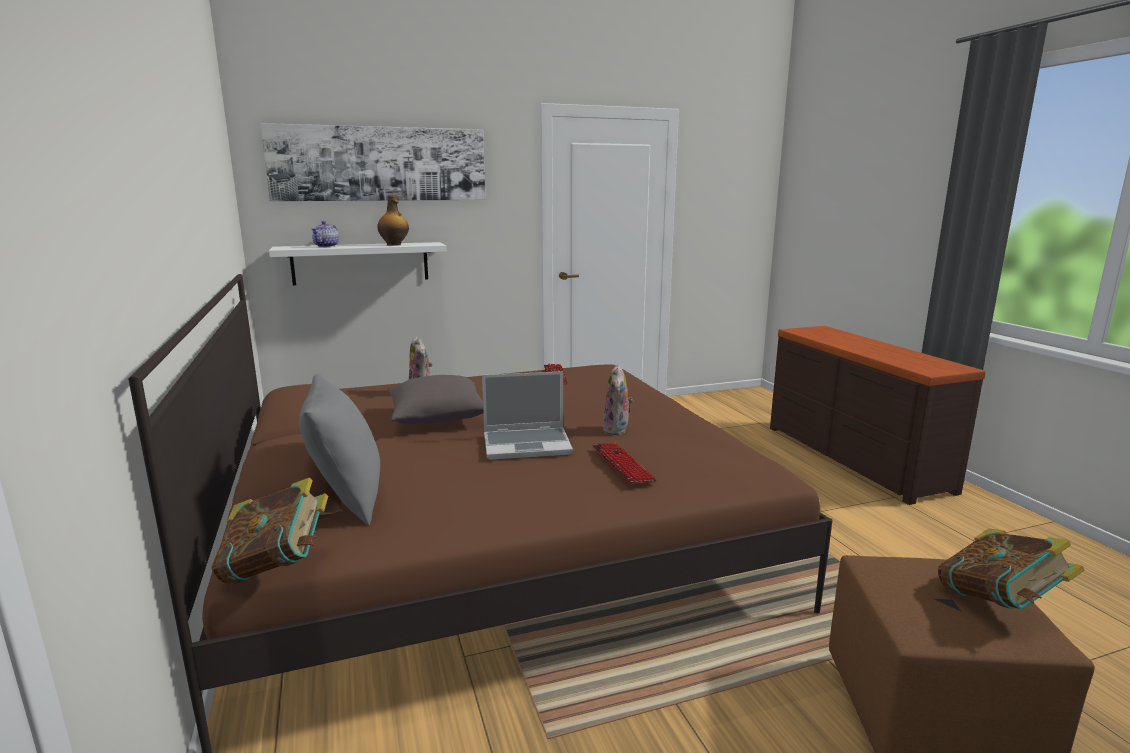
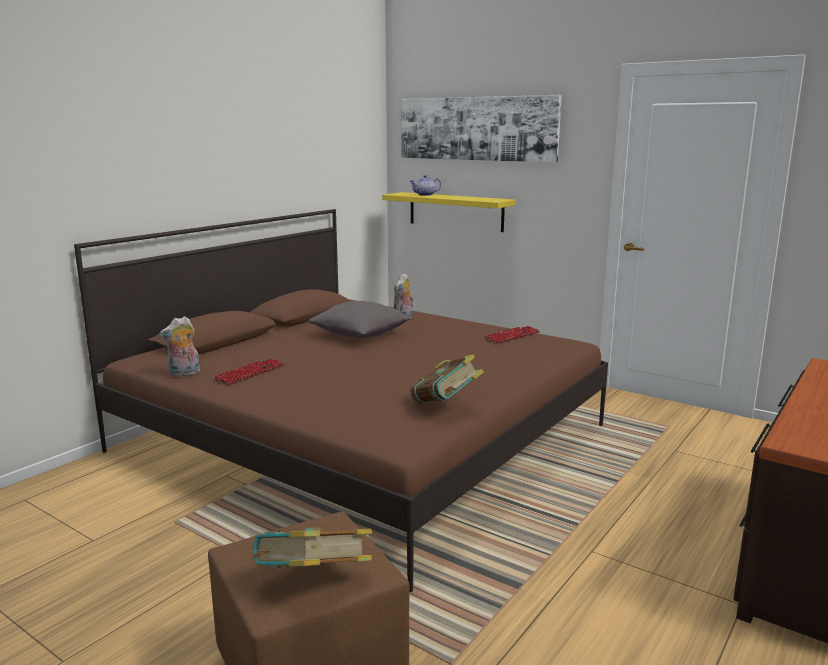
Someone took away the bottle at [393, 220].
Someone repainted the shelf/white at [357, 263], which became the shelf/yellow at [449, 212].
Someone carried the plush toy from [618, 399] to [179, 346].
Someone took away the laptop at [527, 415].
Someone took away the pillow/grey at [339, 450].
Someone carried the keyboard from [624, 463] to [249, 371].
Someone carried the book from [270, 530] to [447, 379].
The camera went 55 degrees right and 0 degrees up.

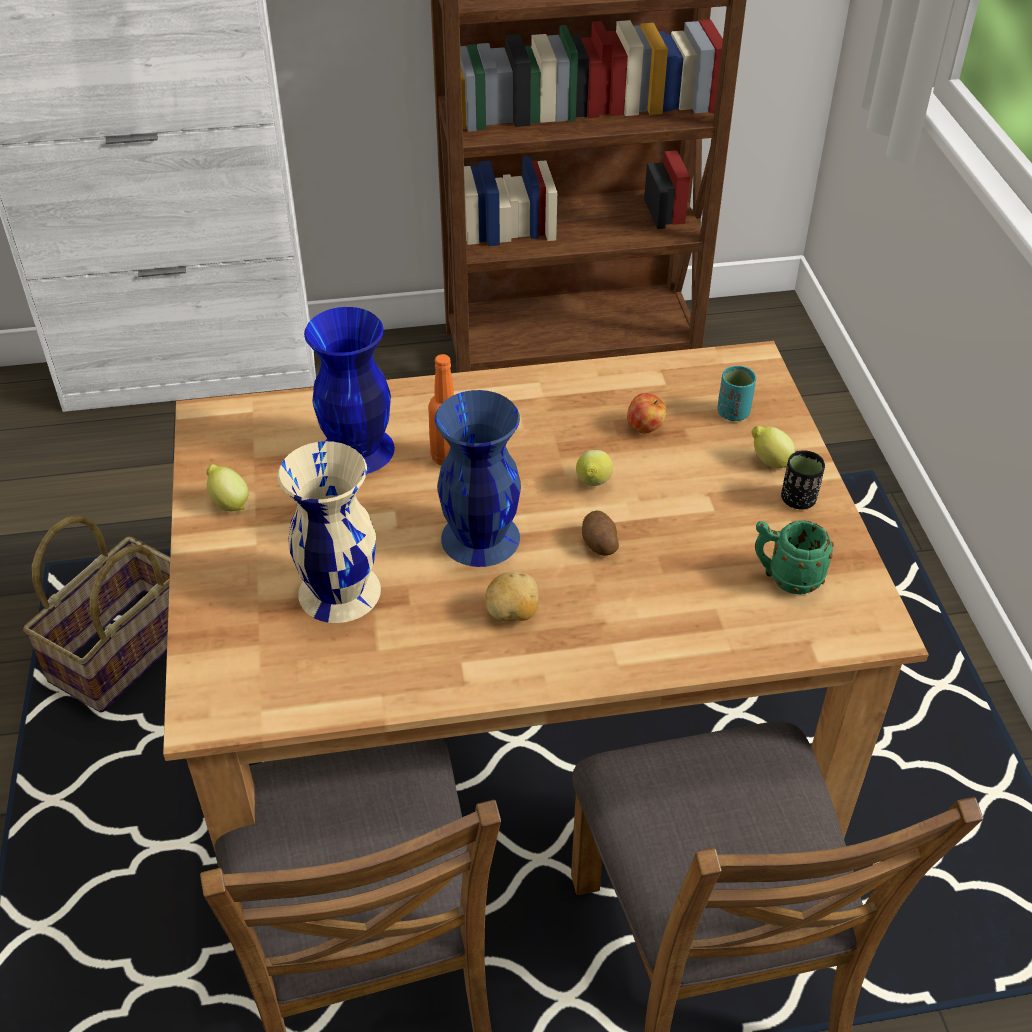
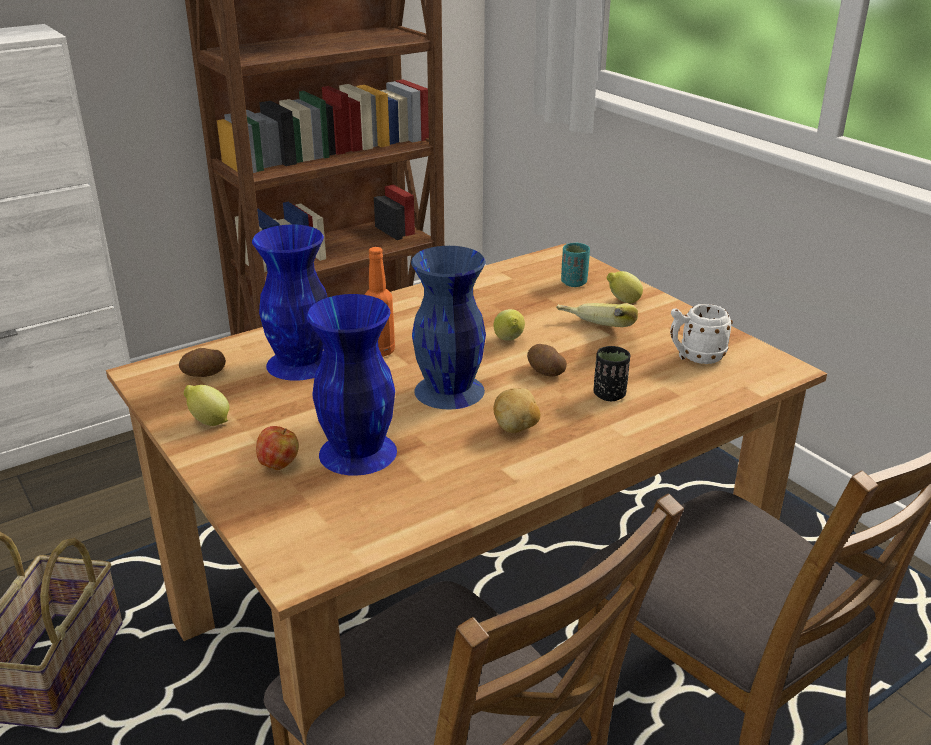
Someone carried the apple from [647, 413] to [277, 448].
Someone repainted the vase/beige at [329, 532], which became the vase/blue at [352, 385].
Someone carried the cup/black from [803, 479] to [611, 373].
Someone repainted the mug/green at [794, 557], which became the mug/white at [701, 334].
Someone put down the banana at [597, 315].
Someone put down the potato at [202, 362].
The camera went 25 degrees left and 15 degrees down.

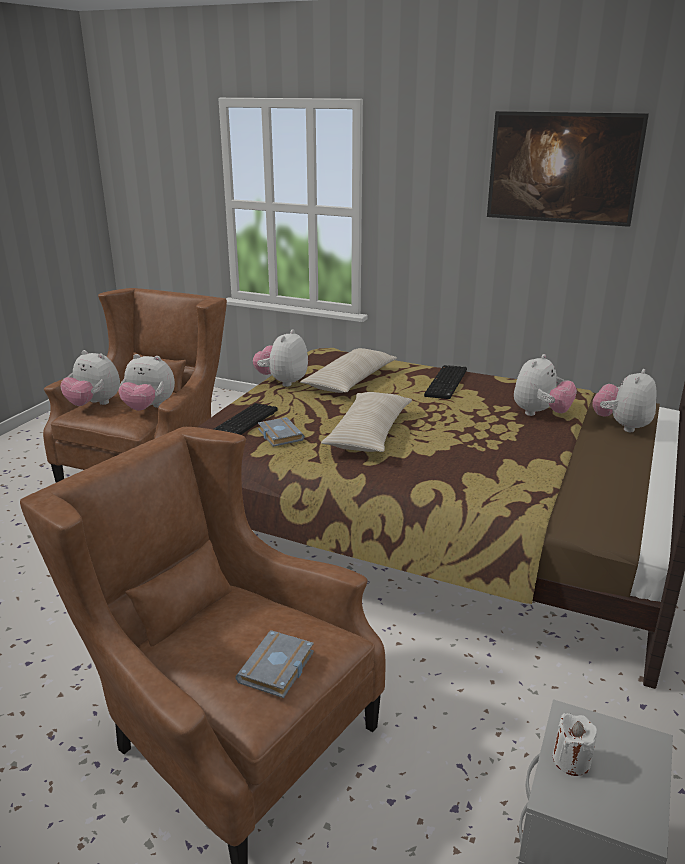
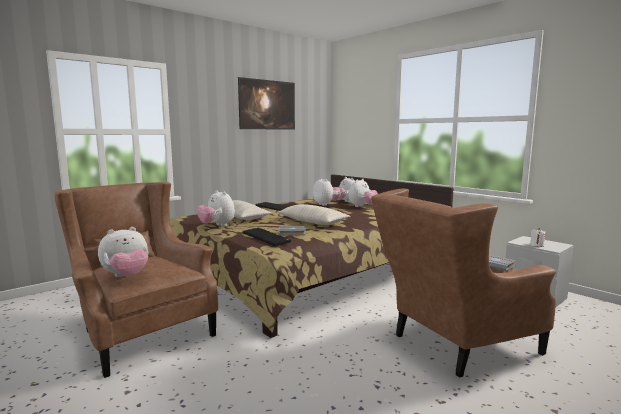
Someone carried the plush toy from [146, 382] to [363, 192].
The camera went 65 degrees left and 15 degrees down.

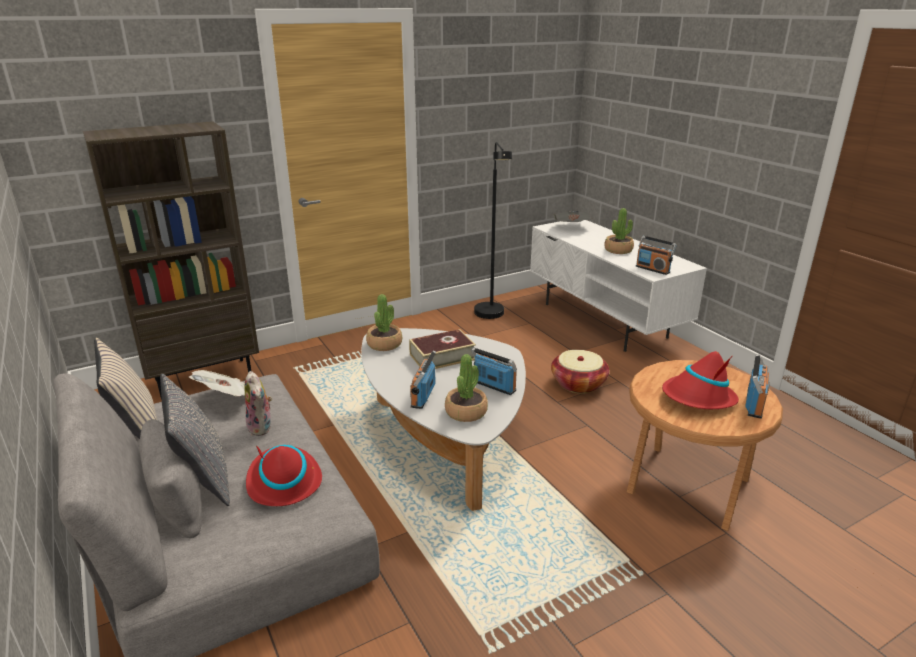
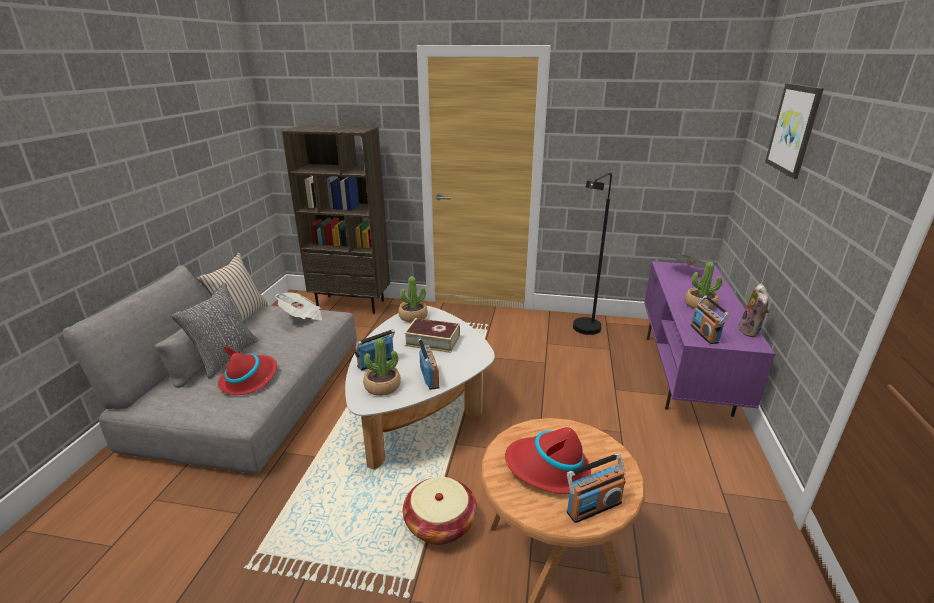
Someone repainted the tv stand/white at [618, 286], which became the tv stand/purple at [709, 339].
Someone carried the basket from [580, 371] to [440, 511].
Someone carried the plush toy from [258, 403] to [754, 310].
Someone put up the picture at [794, 131].
The camera went 40 degrees right and 0 degrees up.

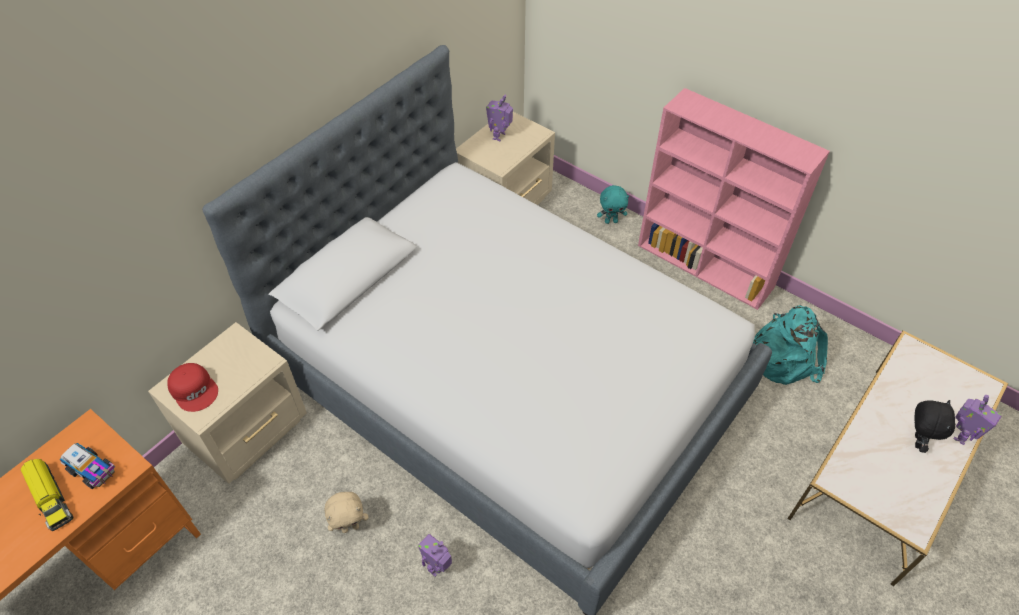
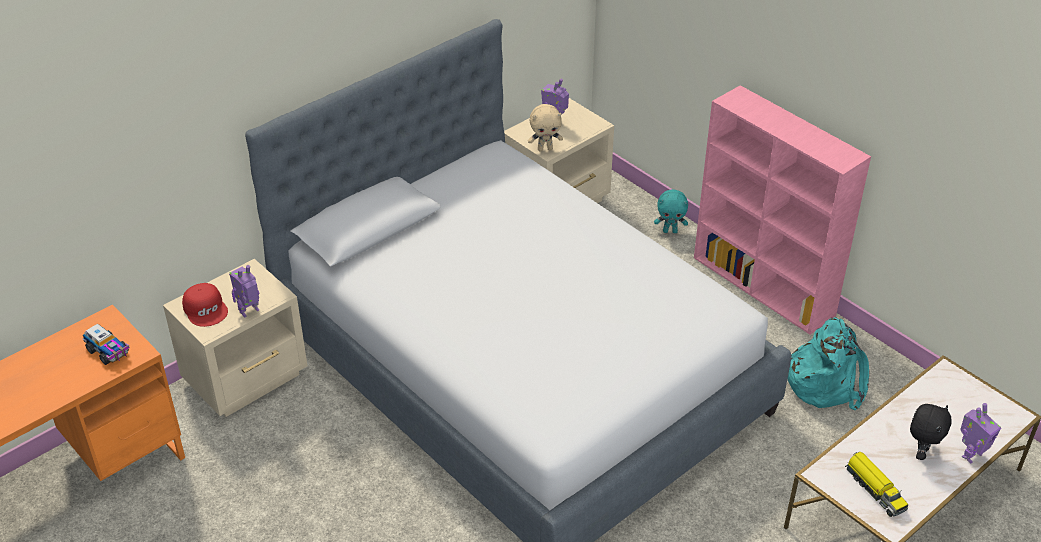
Someone carried the toy truck from [47, 495] to [876, 484].
Someone carried the plush toy/beige from [347, 512] to [545, 127].
Someone carried the toy robot from [435, 555] to [244, 291].
The camera went 10 degrees right and 10 degrees down.

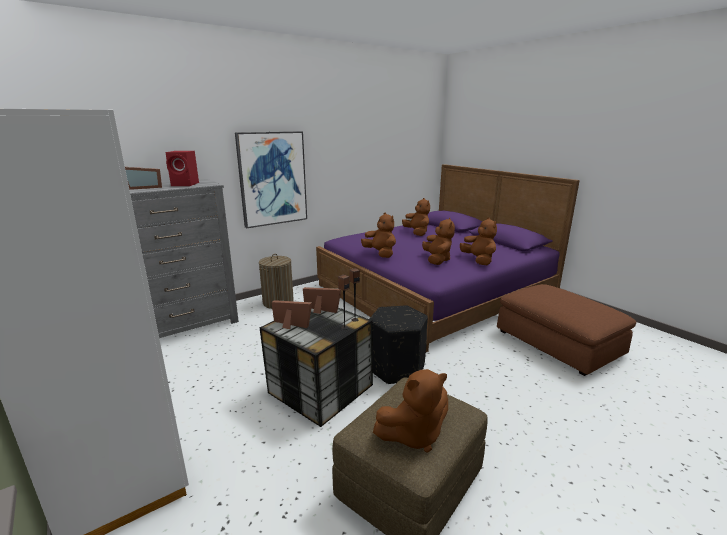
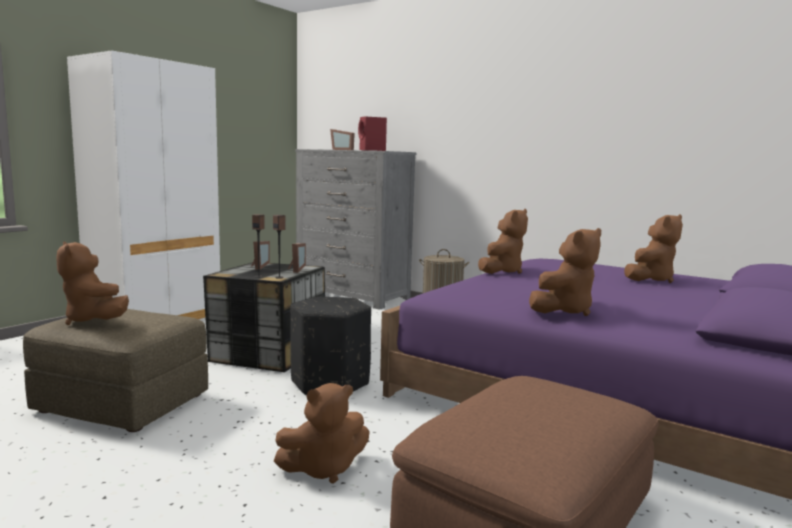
Someone took away the picture at [271, 179].
Someone carried the plush toy/brown from [438, 241] to [322, 433].
The camera went 70 degrees right and 10 degrees down.

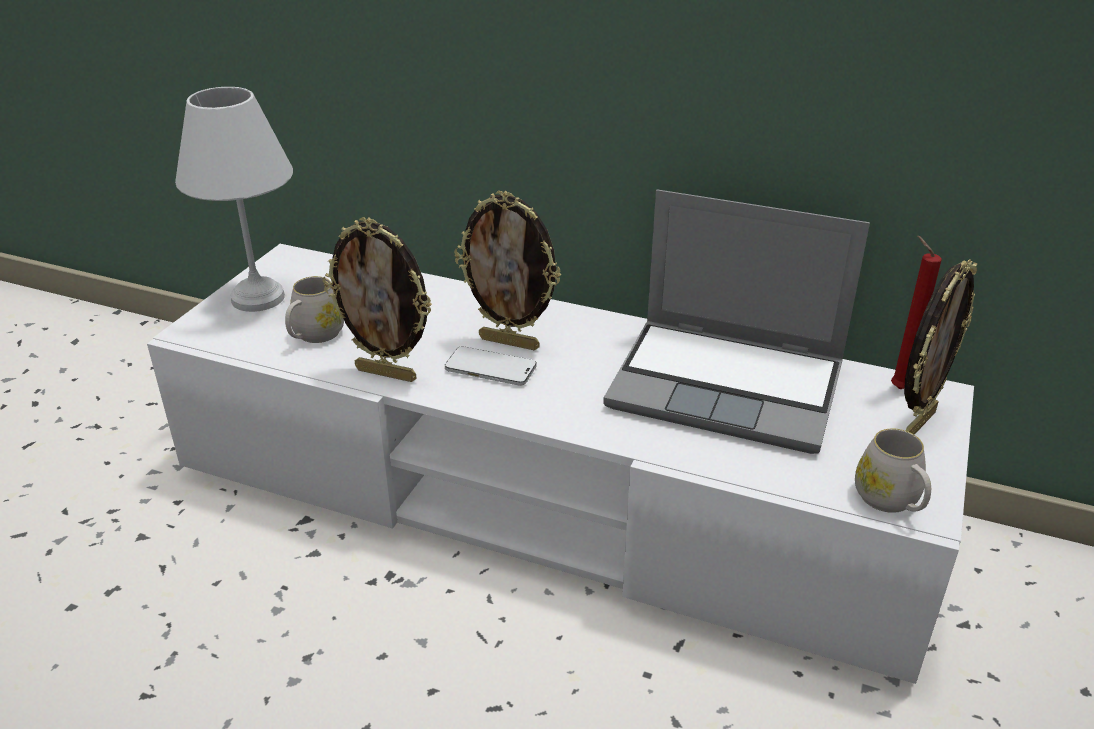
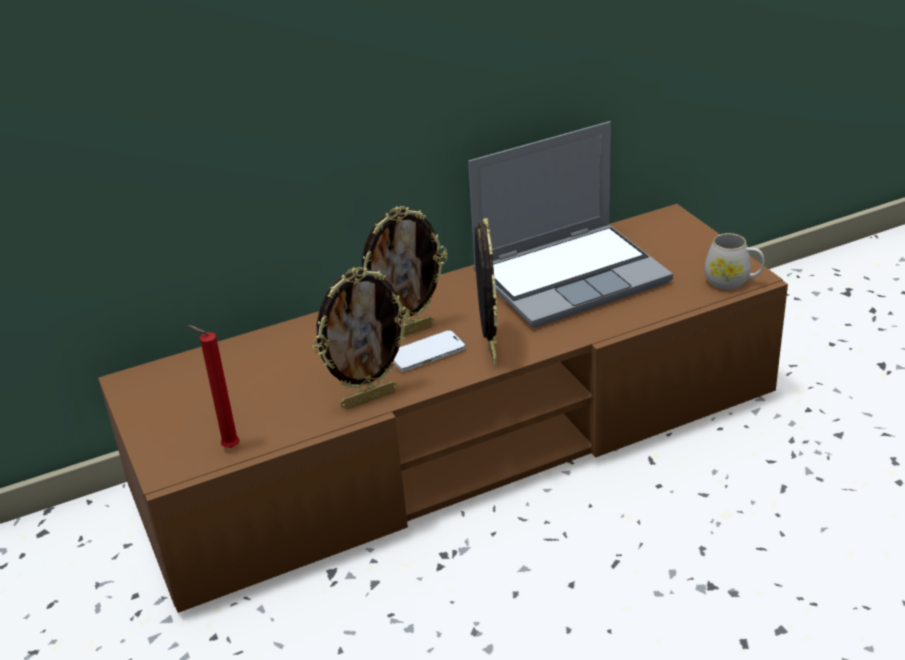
Someone took away the table lamp/white at [234, 199].
Someone carried the candle/red from [916, 312] to [214, 386].
Someone repainted the tv stand/white at [560, 464], which became the tv stand/brown at [443, 408].
Someone carried the picture frame from [940, 346] to [486, 291].
Someone took away the mug/white at [314, 309].
The camera went 45 degrees left and 0 degrees up.

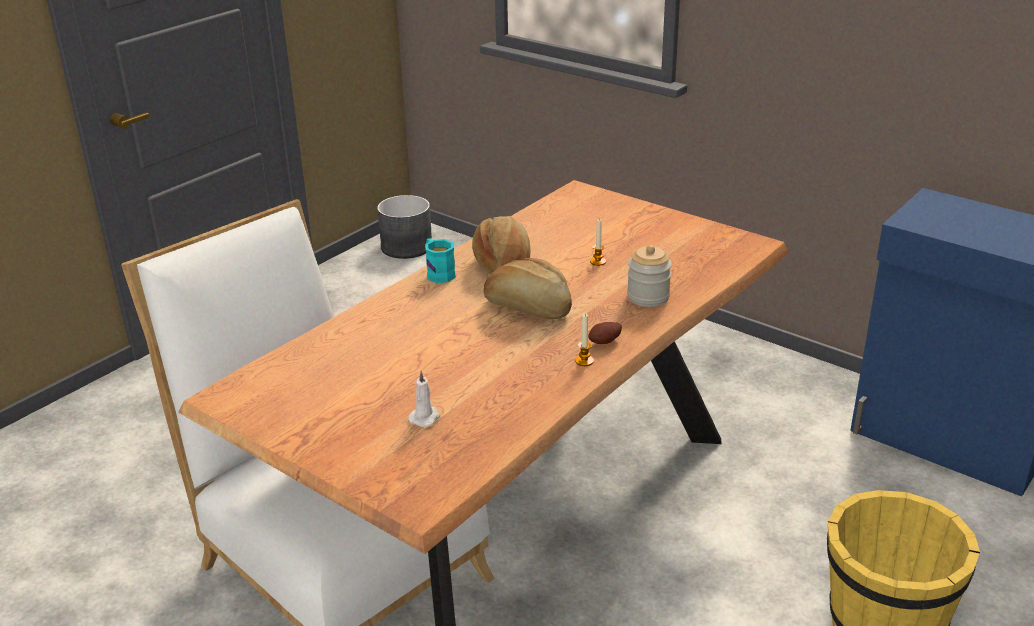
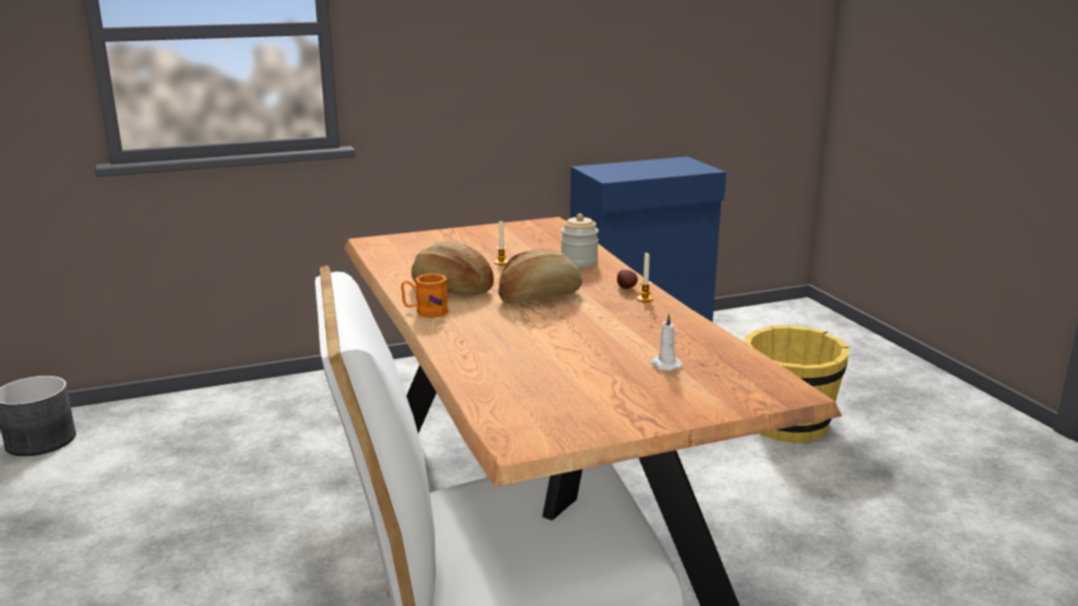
Someone repainted the mug/turquoise at [440, 260], which became the mug/orange at [425, 296].
The camera went 60 degrees left and 10 degrees down.

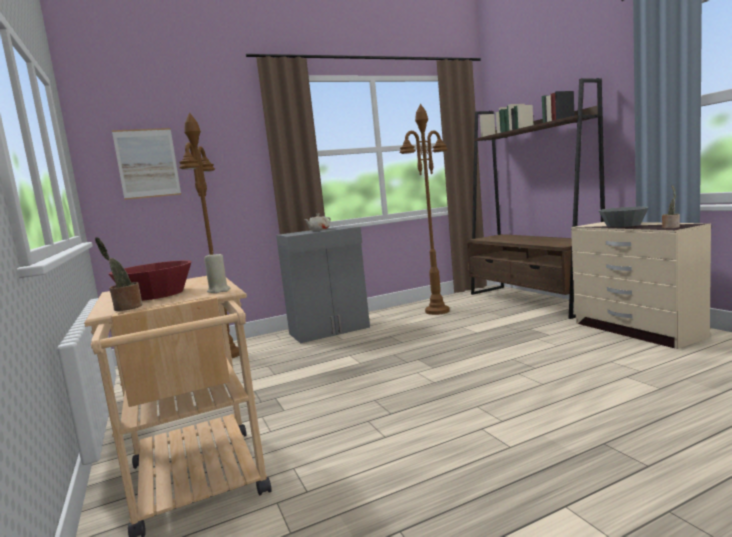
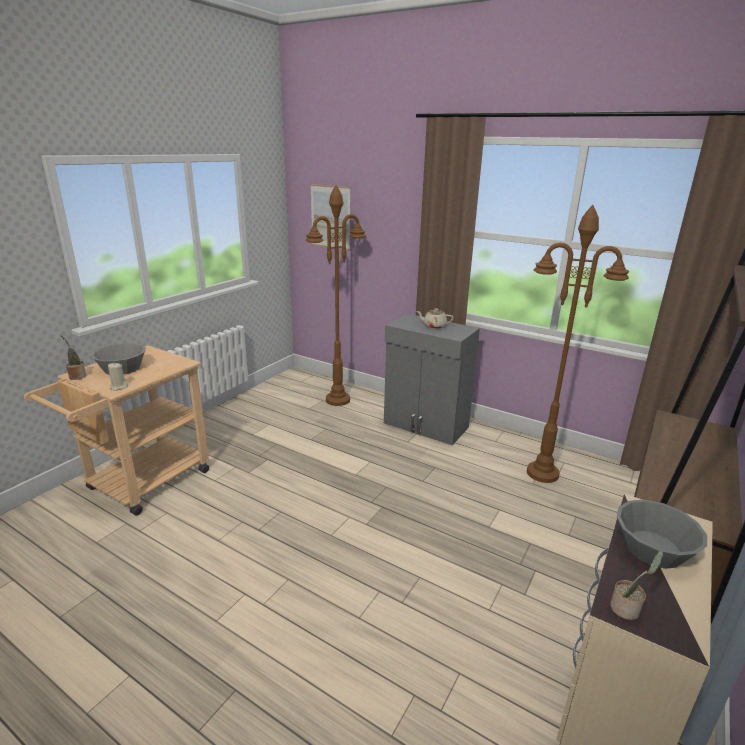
Someone repainted the bowl/red at [150, 280], which became the bowl/grey at [118, 359].
The camera went 55 degrees right and 15 degrees up.

